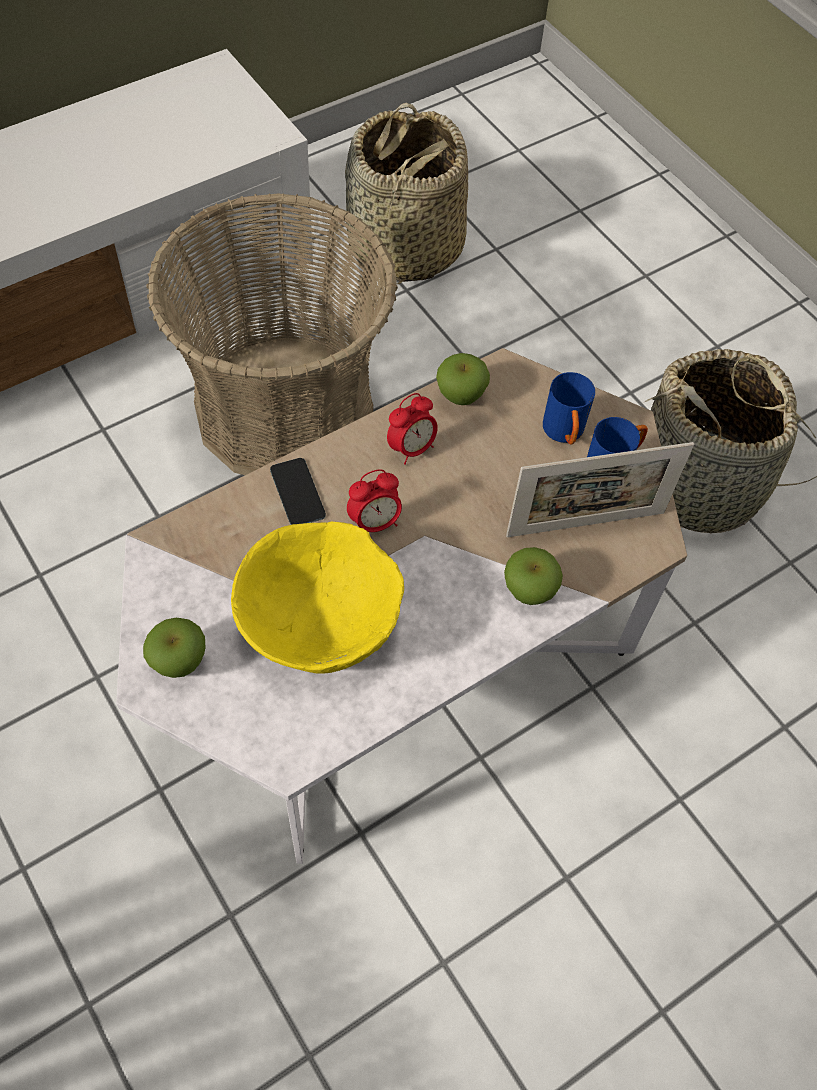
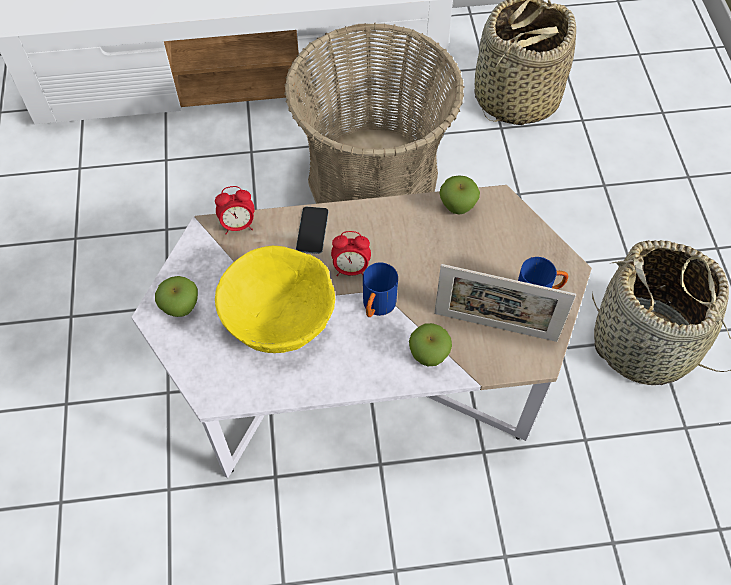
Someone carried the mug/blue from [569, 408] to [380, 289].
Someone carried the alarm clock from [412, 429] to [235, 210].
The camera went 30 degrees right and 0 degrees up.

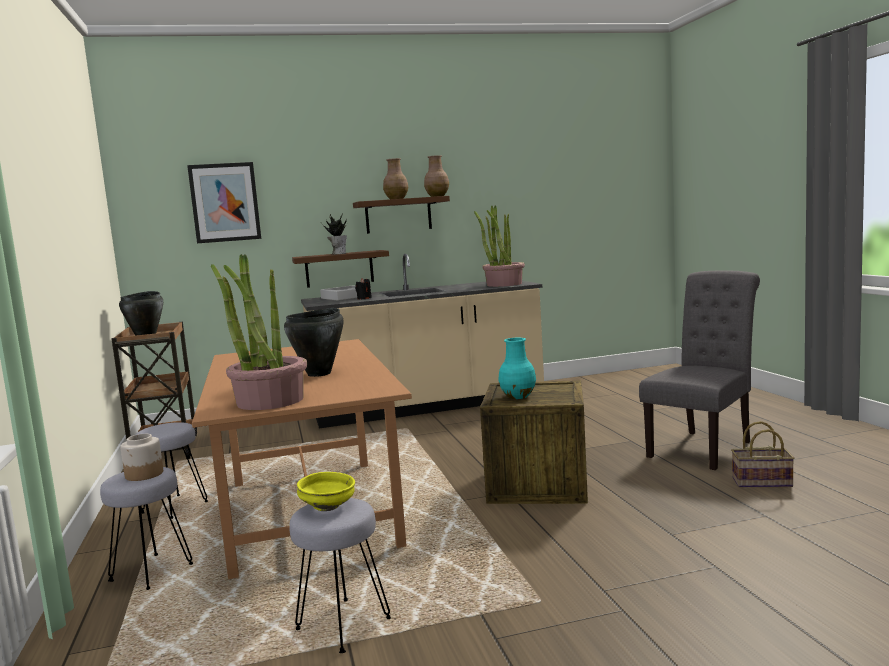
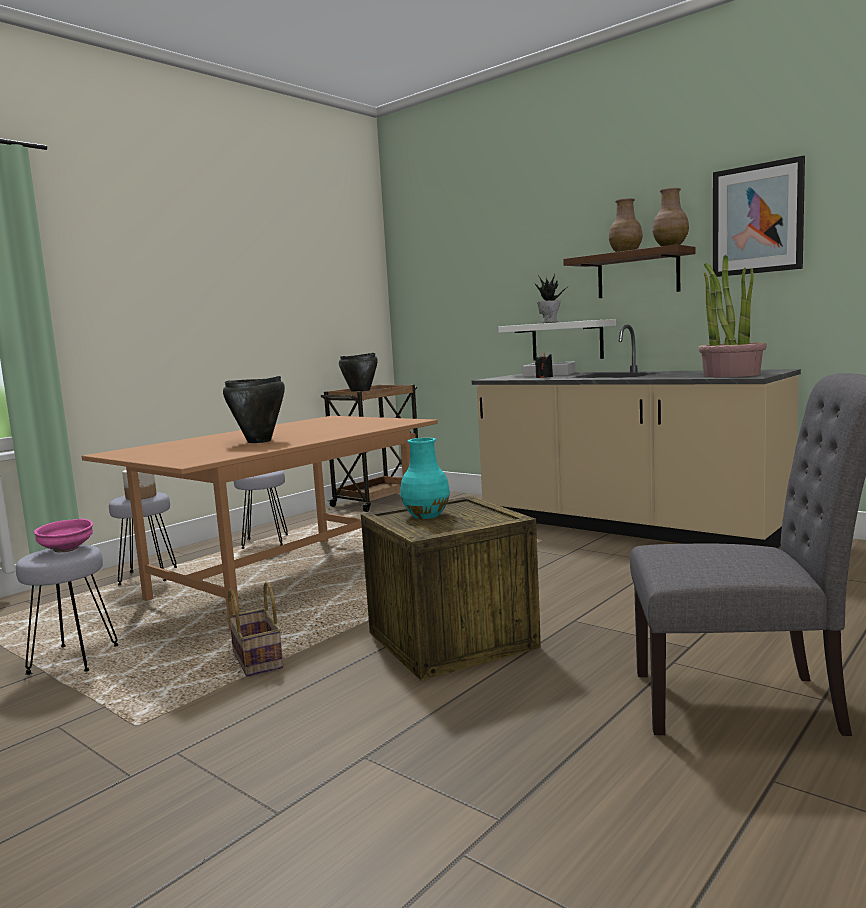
Someone carried the picture from [224, 202] to [759, 216].
Someone repainted the shelf/brown at [340, 269], which became the shelf/white at [557, 340].
Someone took away the potted plant at [259, 332].
Someone carried the basket from [762, 454] to [255, 629].
Someone repainted the bowl/yellow at [326, 491], which became the bowl/pink at [63, 536].
The camera went 55 degrees right and 0 degrees up.

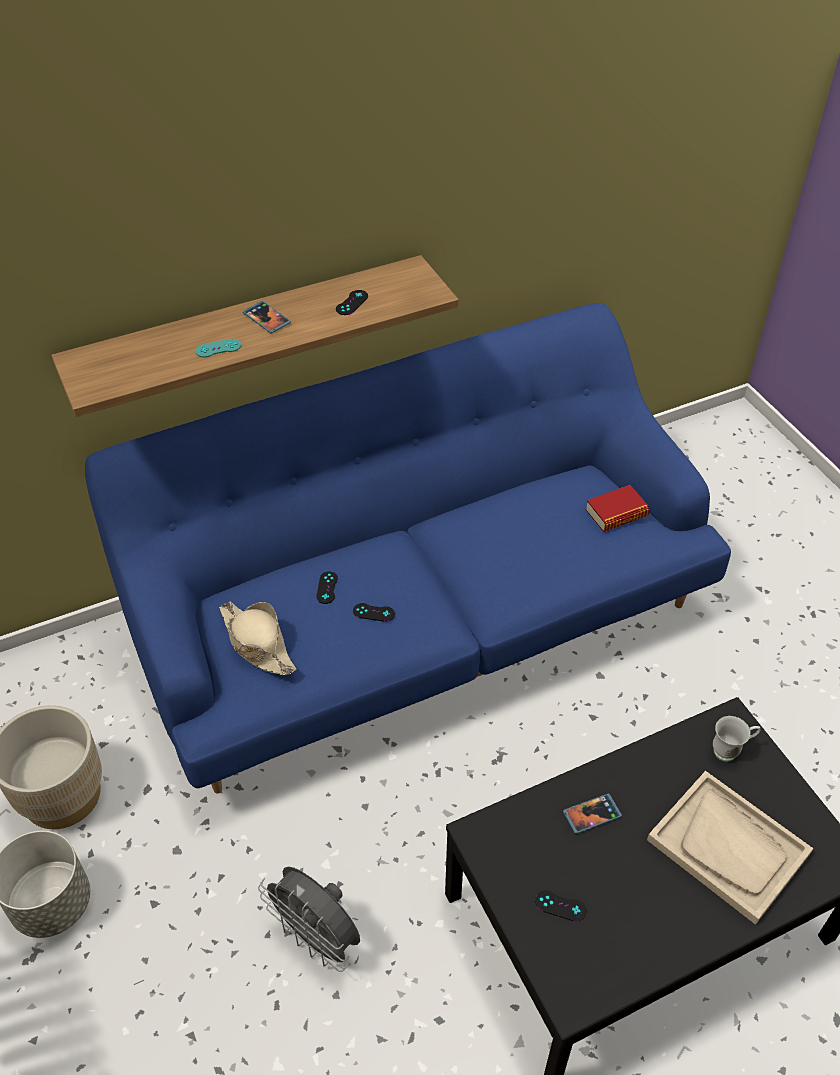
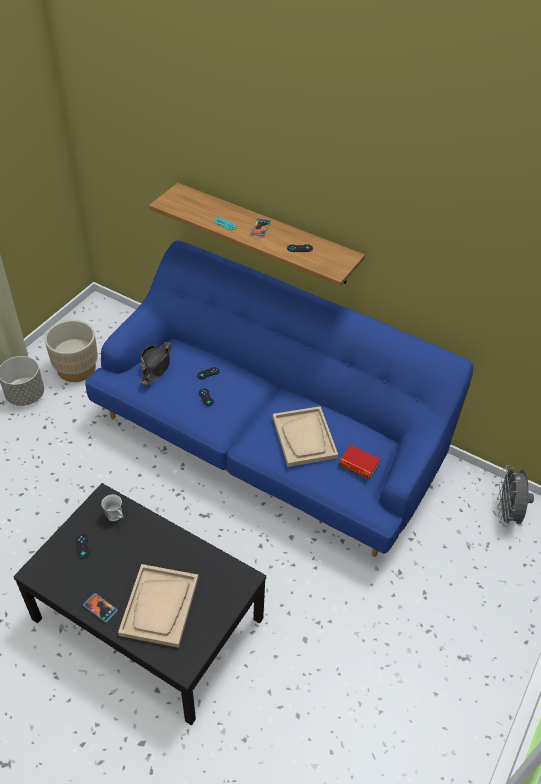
Someone repainted the hat/beige at [258, 638], which became the hat/black at [156, 363].
Someone carried the mug/white from [736, 739] to [112, 508].
Someone carried the phone from [592, 814] to [100, 608].
Someone carried the fan/grey from [309, 919] to [515, 496].
Someone put down the tray/beige at [305, 436].
The camera went 55 degrees right and 0 degrees up.

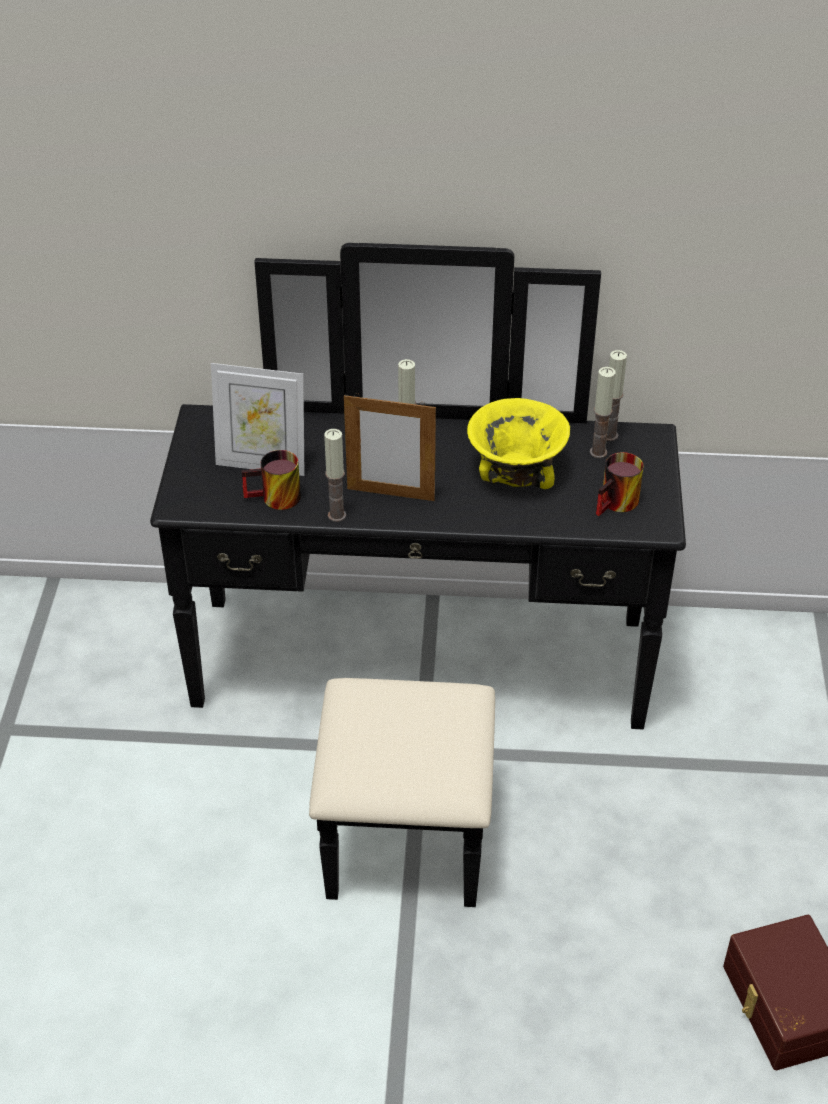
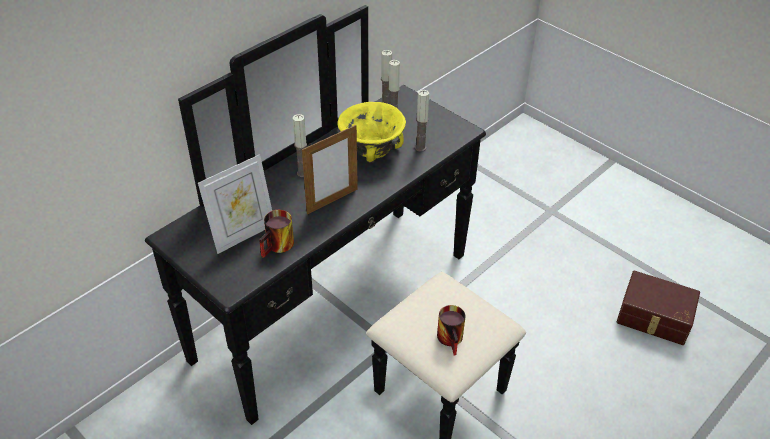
Someone carried the candle from [335, 475] to [422, 121].
Someone carried the mug from [620, 484] to [451, 330].
The camera went 50 degrees left and 0 degrees up.

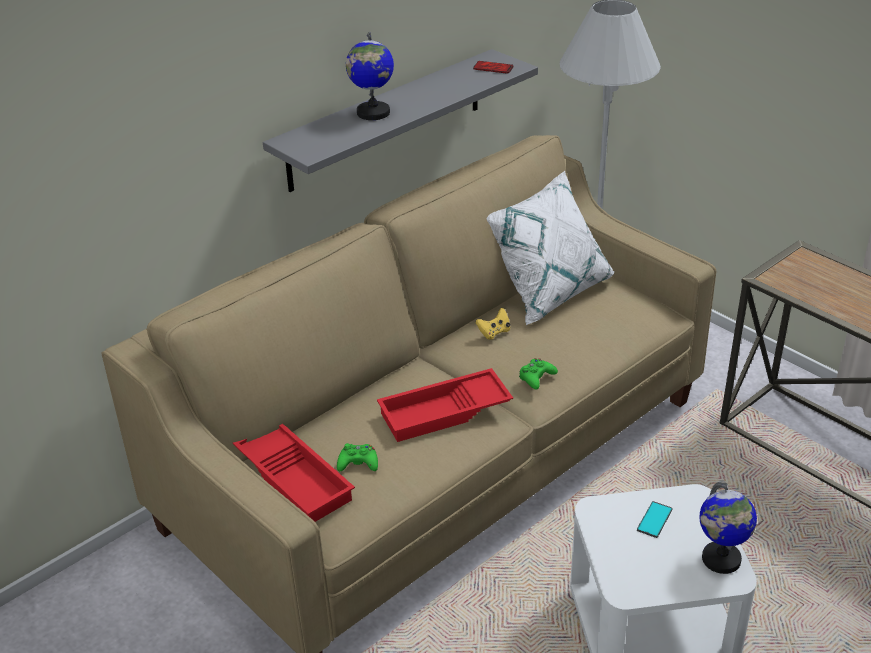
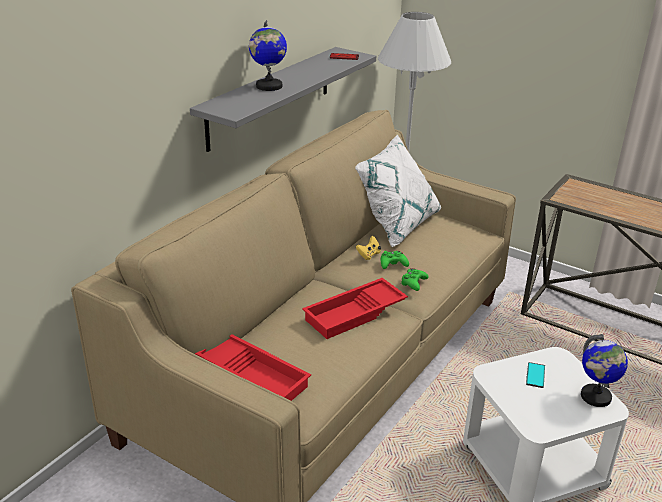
Someone carried the game controller/green from [357, 457] to [395, 260].
The camera went 15 degrees left and 5 degrees down.

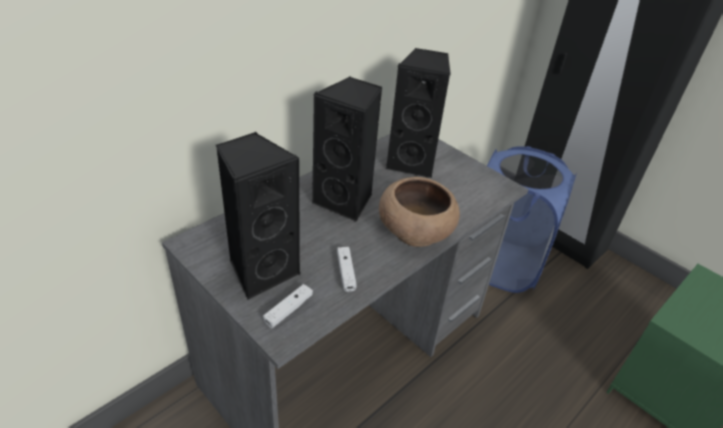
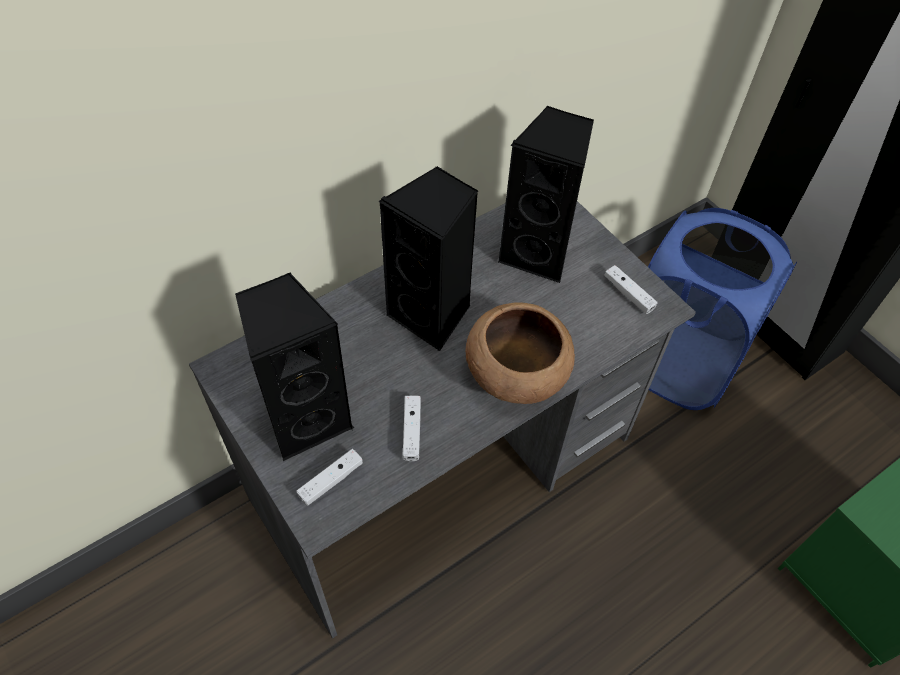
Someone put down the game controller/white at [631, 289].
The camera went 10 degrees right and 15 degrees up.

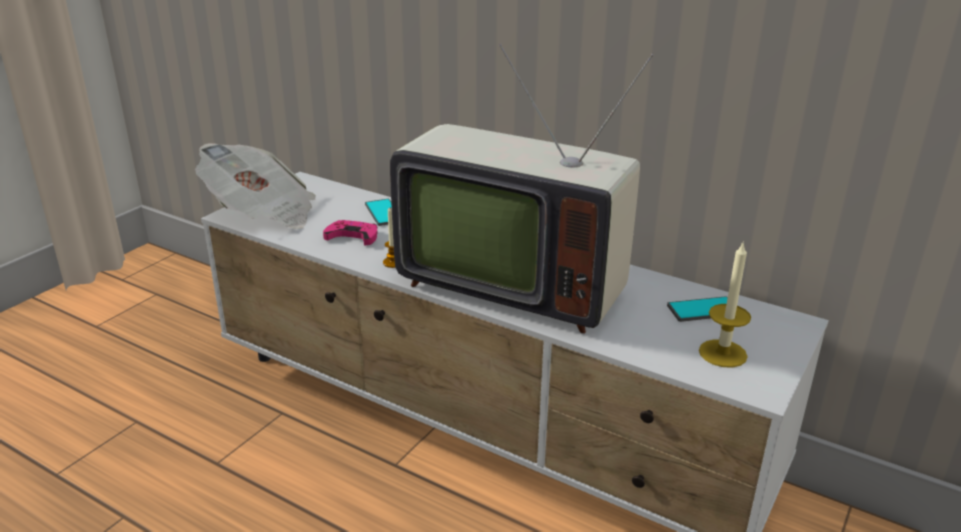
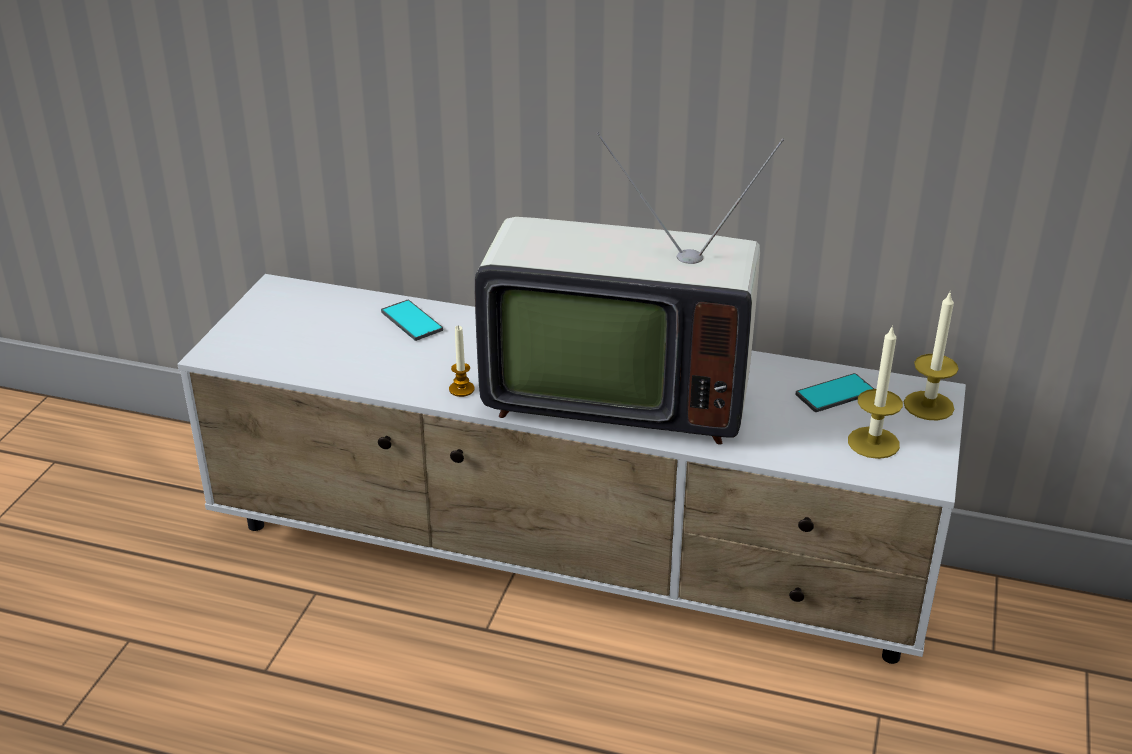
Someone took away the newspaper at [255, 186].
Someone took away the game controller/pink at [350, 233].
Someone put down the candle at [931, 357].
The camera went 15 degrees left and 5 degrees up.

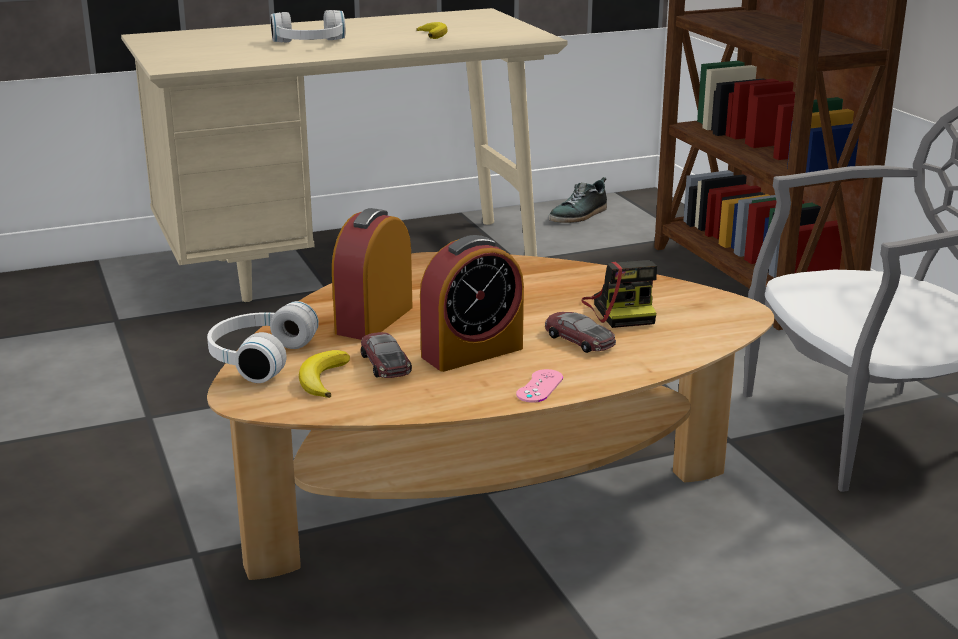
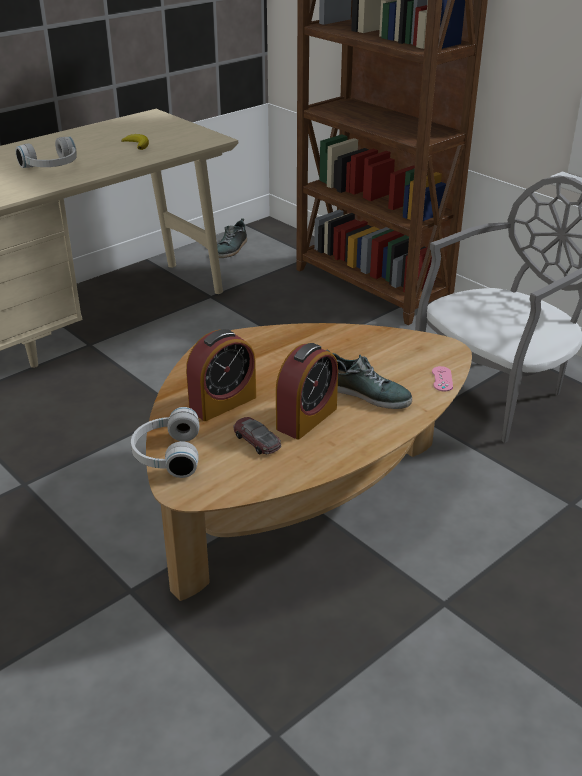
Someone rotated the alarm clock at [372, 274] by 135 degrees counterclockwise.
Someone took away the photo camera at [619, 294].
Someone swapped the toy car at [580, 332] for the shoe at [369, 379].
Someone took away the banana at [324, 374].
Someone carried the game controller/pink from [539, 386] to [442, 379].
The camera went 20 degrees left and 10 degrees up.

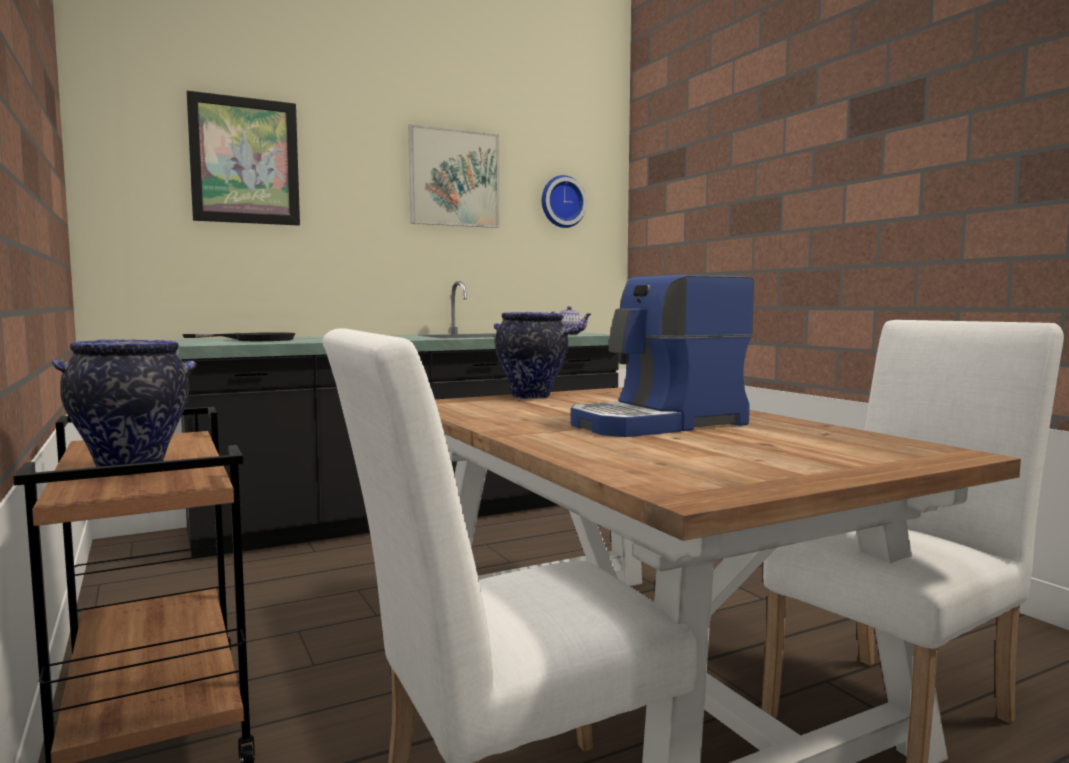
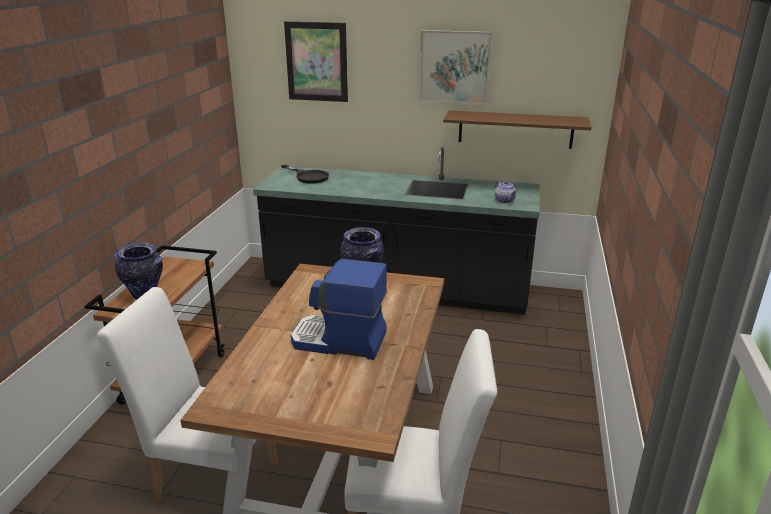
Someone took away the wall clock at [564, 201].
Someone put up the shelf/brown at [517, 129].
The camera went 40 degrees right and 20 degrees up.

